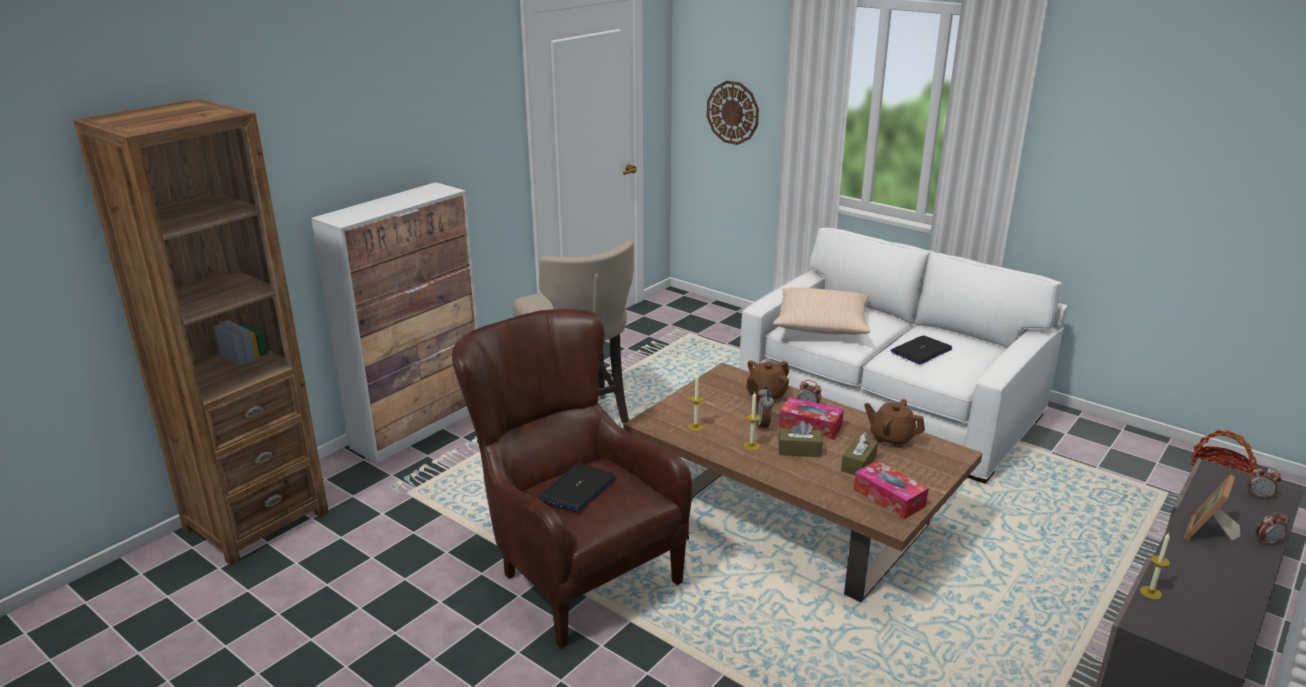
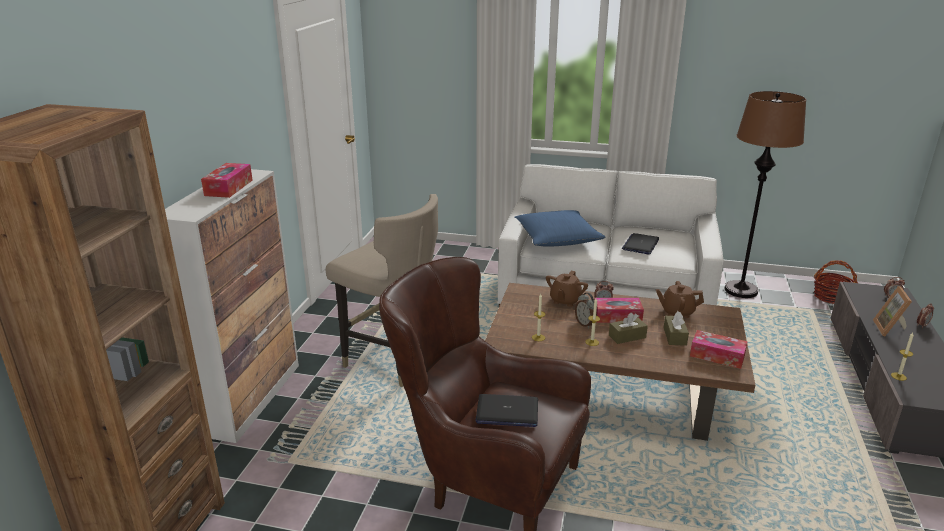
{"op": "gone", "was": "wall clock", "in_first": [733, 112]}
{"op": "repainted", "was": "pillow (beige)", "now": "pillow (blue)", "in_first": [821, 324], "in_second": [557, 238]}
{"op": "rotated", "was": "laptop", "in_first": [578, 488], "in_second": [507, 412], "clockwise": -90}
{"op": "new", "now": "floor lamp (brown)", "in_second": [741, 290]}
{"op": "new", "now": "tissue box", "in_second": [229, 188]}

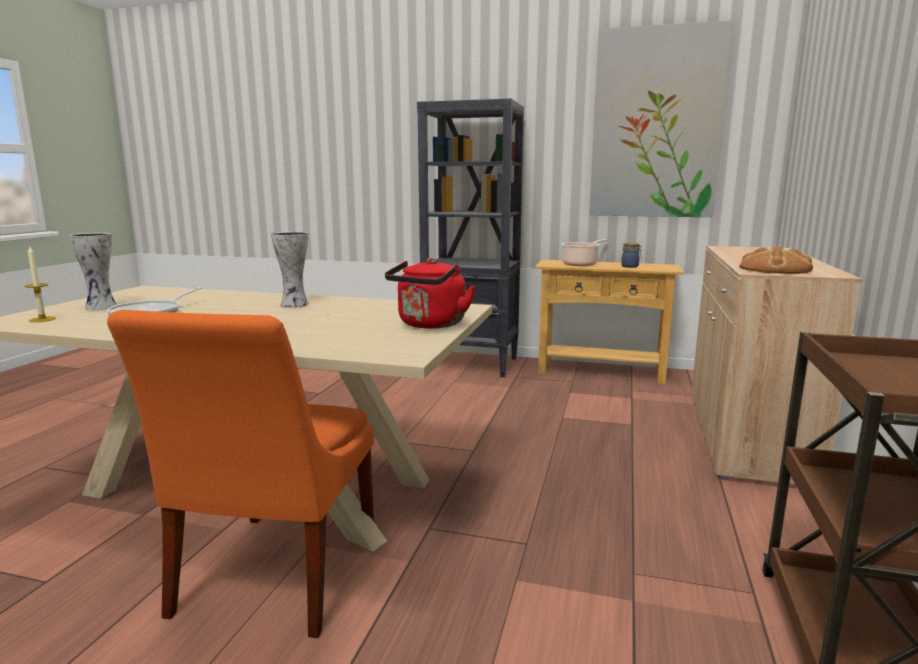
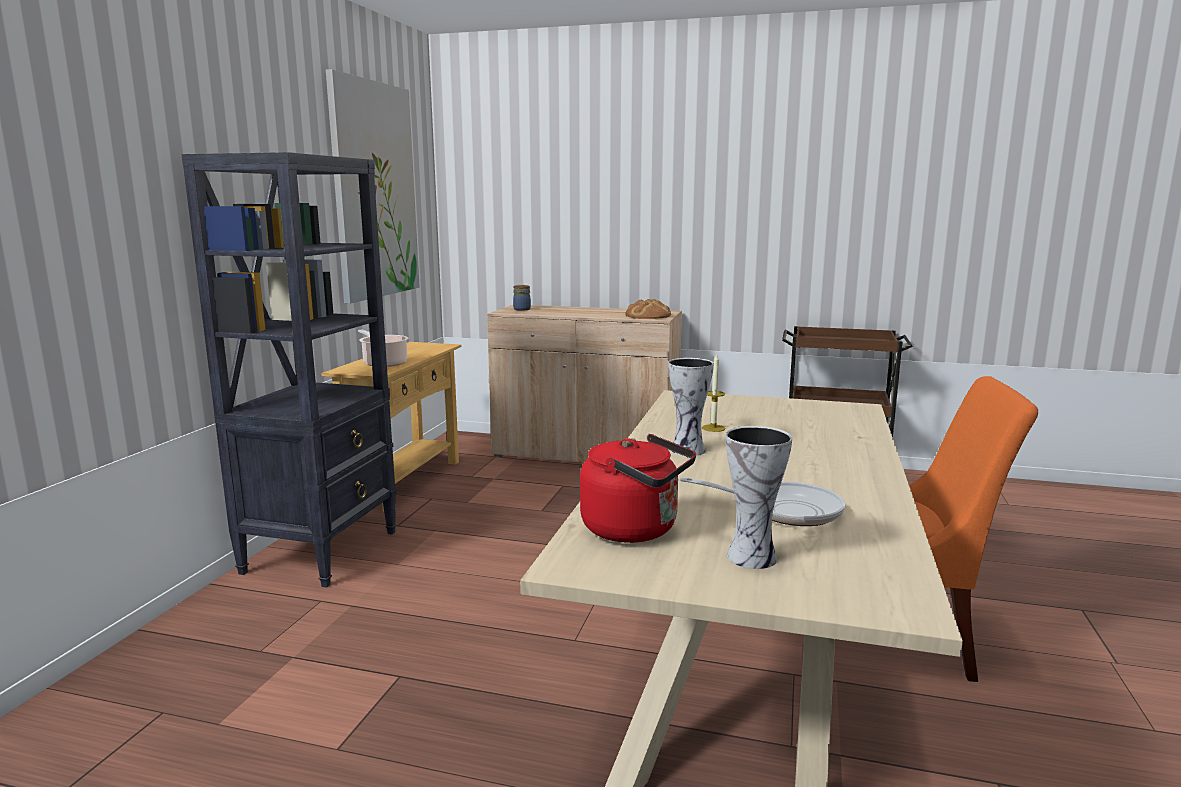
{"op": "shifted", "was": "jar", "in_first": [630, 266], "in_second": [522, 309]}
{"op": "shifted", "was": "candle", "in_first": [42, 319], "in_second": [713, 428]}
{"op": "shifted", "was": "kettle (red)", "in_first": [430, 325], "in_second": [635, 530]}

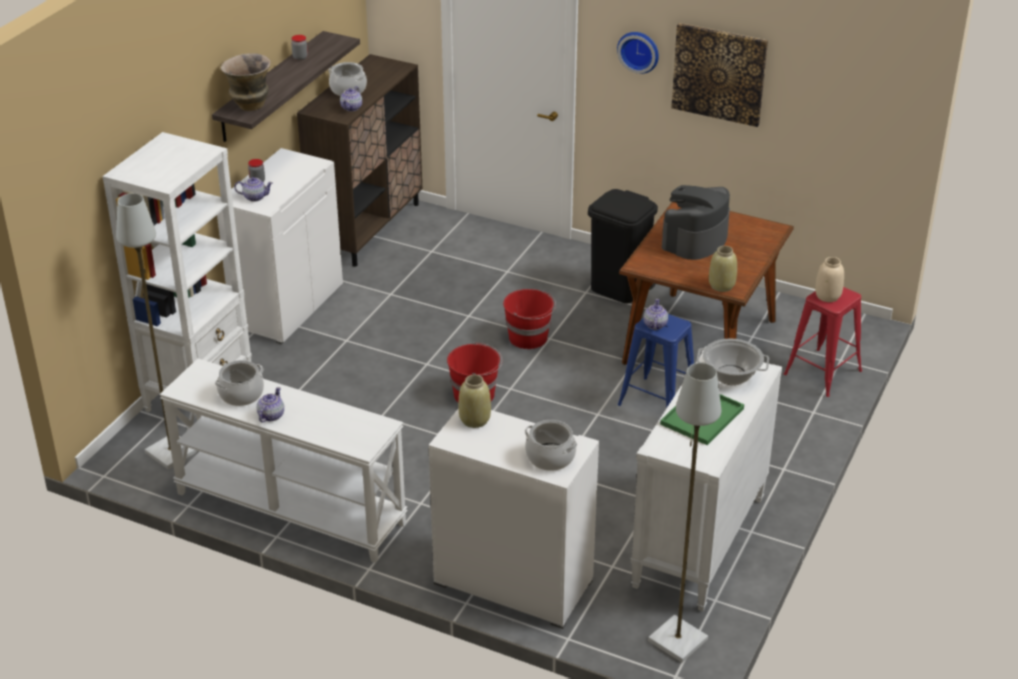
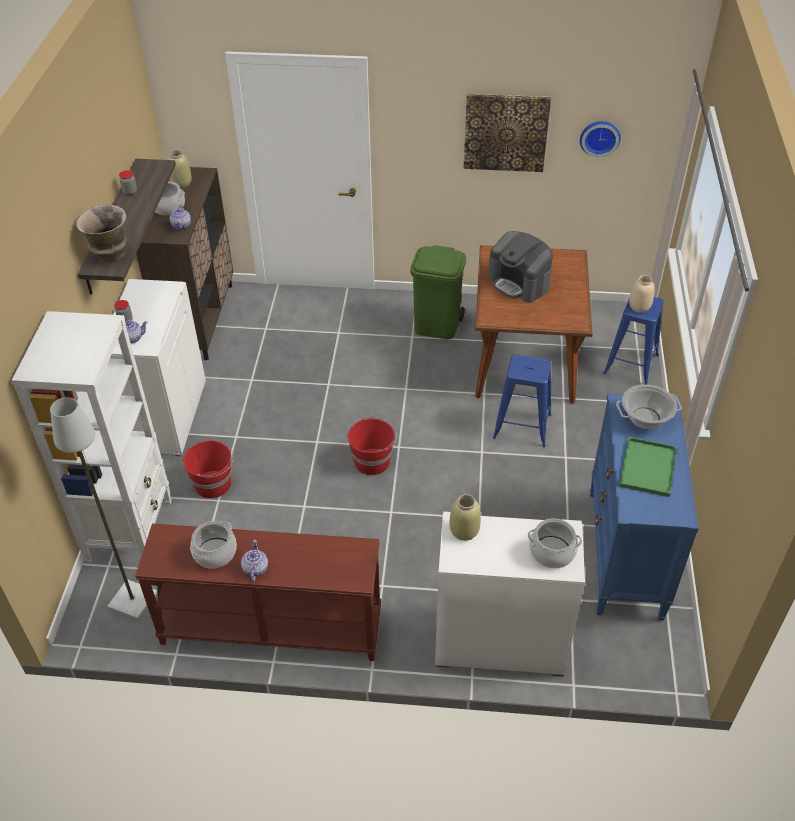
{"op": "shifted", "was": "wall clock", "in_first": [639, 51], "in_second": [599, 137]}
{"op": "rotated", "was": "coffee machine", "in_first": [694, 240], "in_second": [519, 283], "clockwise": -60}
{"op": "repainted", "was": "trash can (black)", "now": "trash can (green)", "in_first": [620, 288], "in_second": [437, 326]}
{"op": "shifted", "was": "vase (beige)", "in_first": [722, 286], "in_second": [181, 183]}
{"op": "repainted", "was": "stool (red)", "now": "stool (blue)", "in_first": [822, 372], "in_second": [631, 364]}
{"op": "shifted", "was": "bucket (red)", "in_first": [529, 338], "in_second": [213, 484]}
{"op": "gone", "was": "teapot", "in_first": [654, 325]}
{"op": "repainted", "was": "dresser (white)", "now": "dresser (blue)", "in_first": [699, 543], "in_second": [625, 554]}
{"op": "repainted", "was": "console table (white)", "now": "console table (brown)", "in_first": [289, 509], "in_second": [270, 628]}
{"op": "gone", "was": "floor lamp (grey)", "in_first": [676, 640]}

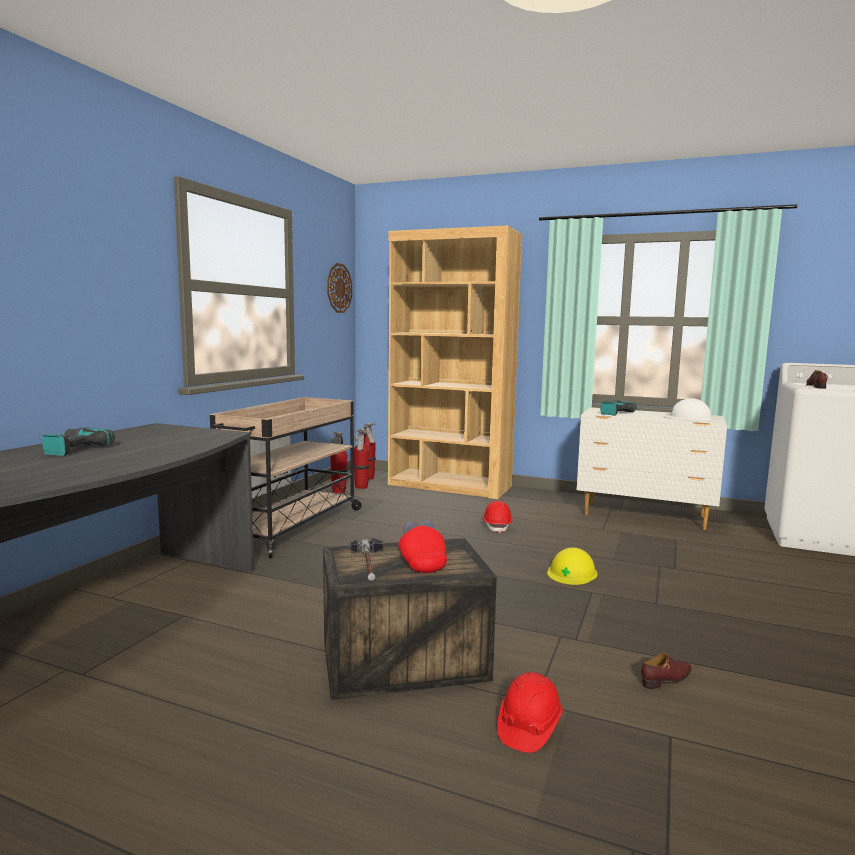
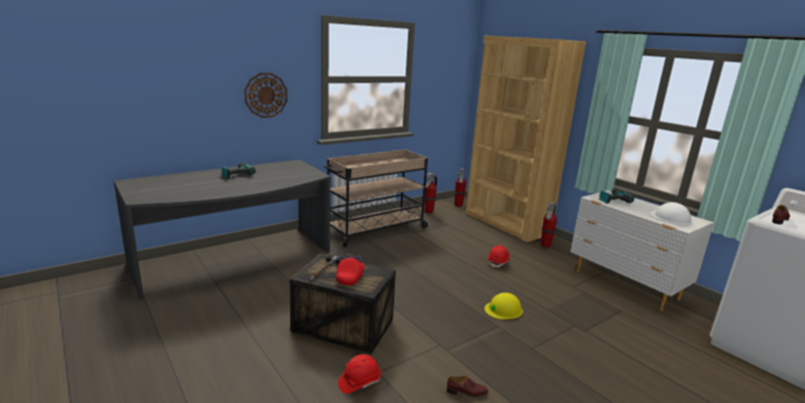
{"op": "shifted", "was": "wall clock", "in_first": [339, 288], "in_second": [266, 95]}
{"op": "shifted", "was": "fire extinguisher", "in_first": [361, 487], "in_second": [545, 245]}

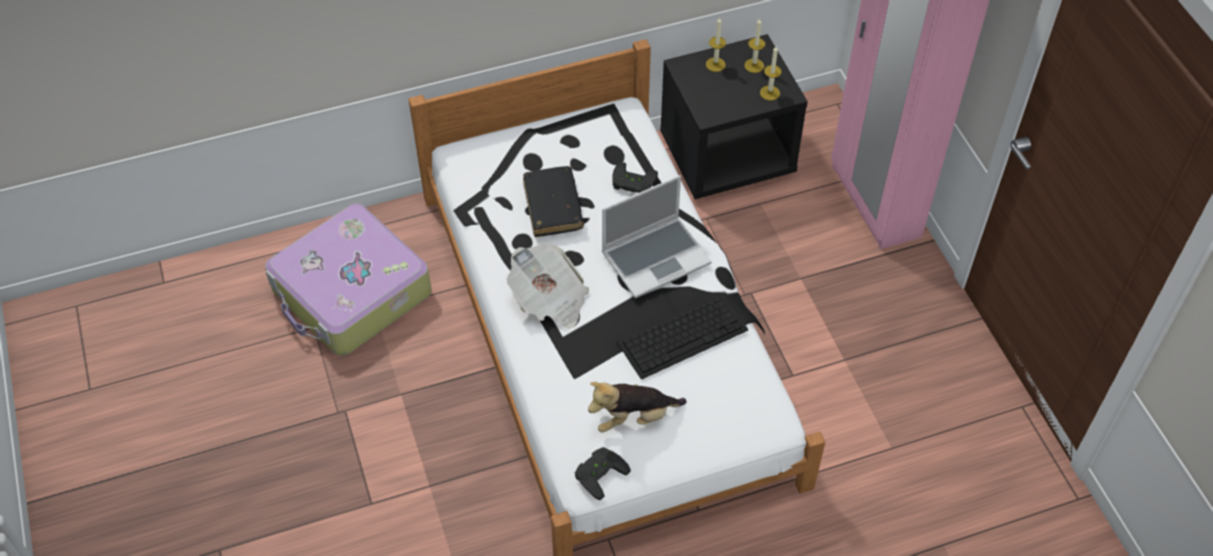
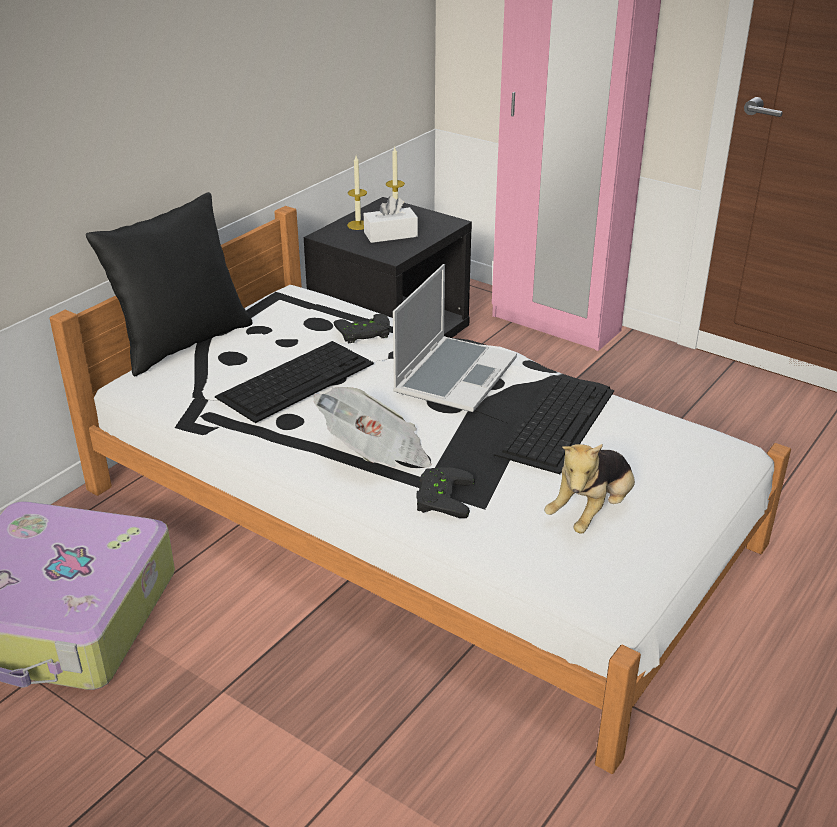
{"op": "gone", "was": "candle", "in_first": [769, 93]}
{"op": "swapped", "was": "book (black)", "now": "keyboard", "in_first": [553, 207], "in_second": [297, 379]}
{"op": "shifted", "was": "game controller (black)", "in_first": [598, 472], "in_second": [440, 496]}
{"op": "new", "now": "pillow (black)", "in_second": [182, 343]}
{"op": "new", "now": "tissue box (white)", "in_second": [390, 234]}

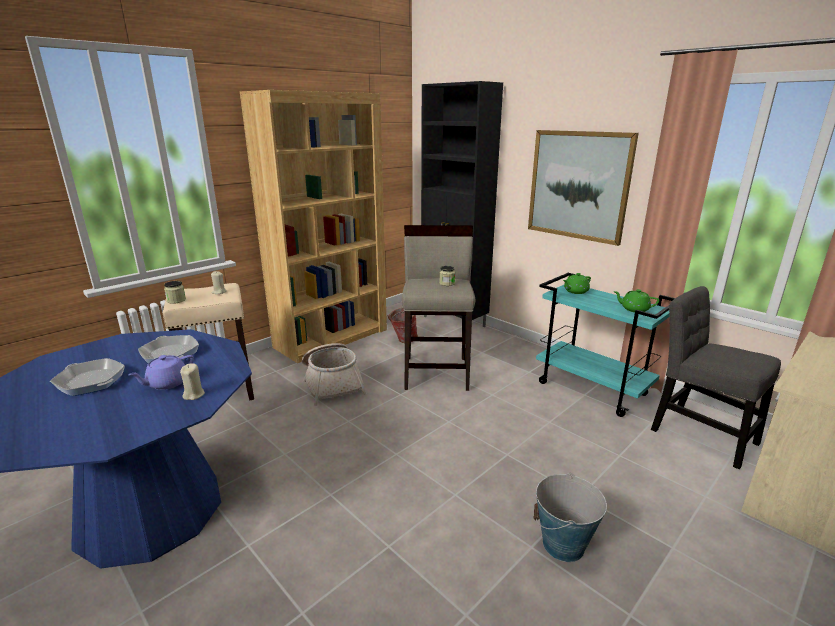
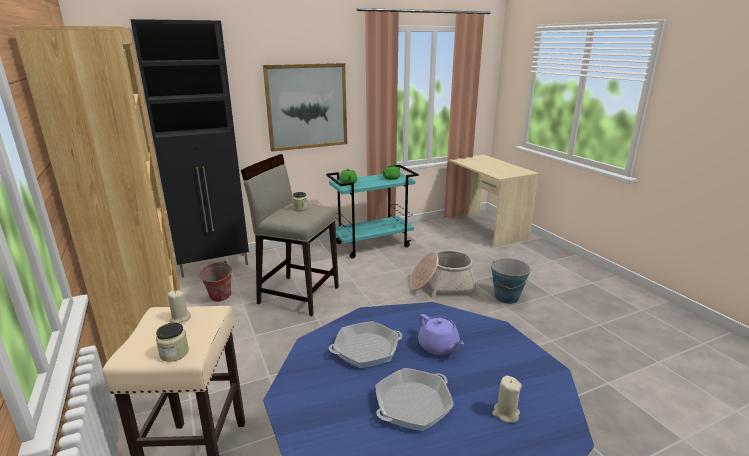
{"op": "gone", "was": "chair (grey)", "in_first": [698, 433]}
{"op": "shifted", "was": "basket", "in_first": [332, 383], "in_second": [442, 285]}
{"op": "shifted", "was": "candle (beige)", "in_first": [194, 395], "in_second": [505, 413]}

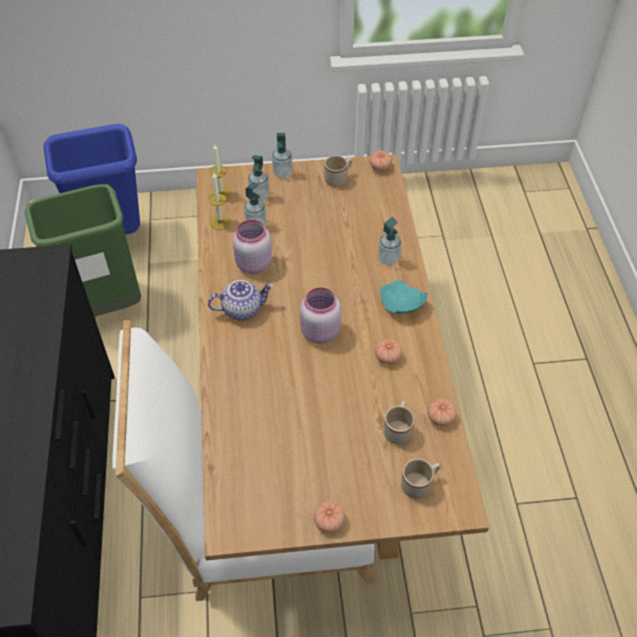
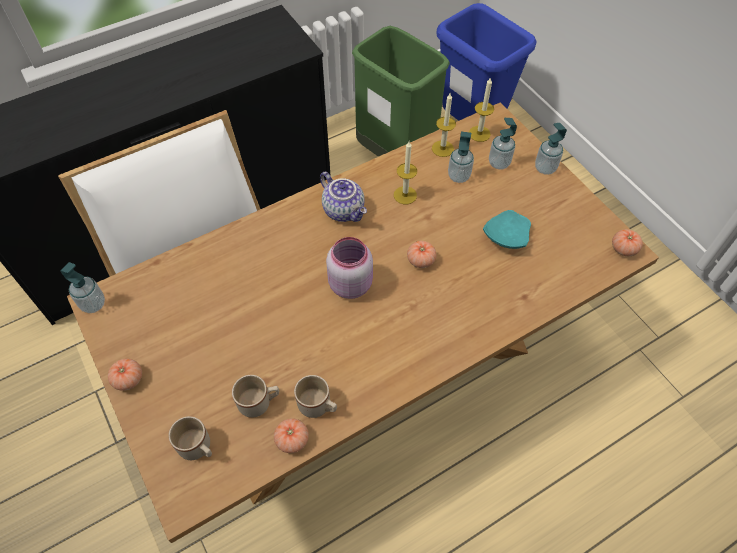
{"op": "shifted", "was": "mug (beige)", "in_first": [338, 179], "in_second": [318, 406]}
{"op": "shifted", "was": "soap dispenser", "in_first": [388, 259], "in_second": [93, 304]}
{"op": "swapped", "was": "jar (pink)", "now": "candle", "in_first": [252, 264], "in_second": [405, 195]}
{"op": "shifted", "was": "plate (turquoise)", "in_first": [401, 305], "in_second": [505, 237]}
{"op": "shifted", "was": "tomato", "in_first": [387, 357], "in_second": [421, 260]}

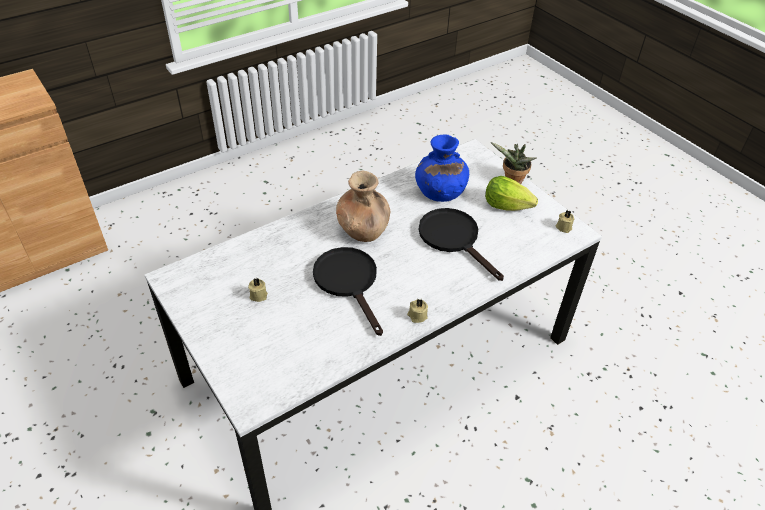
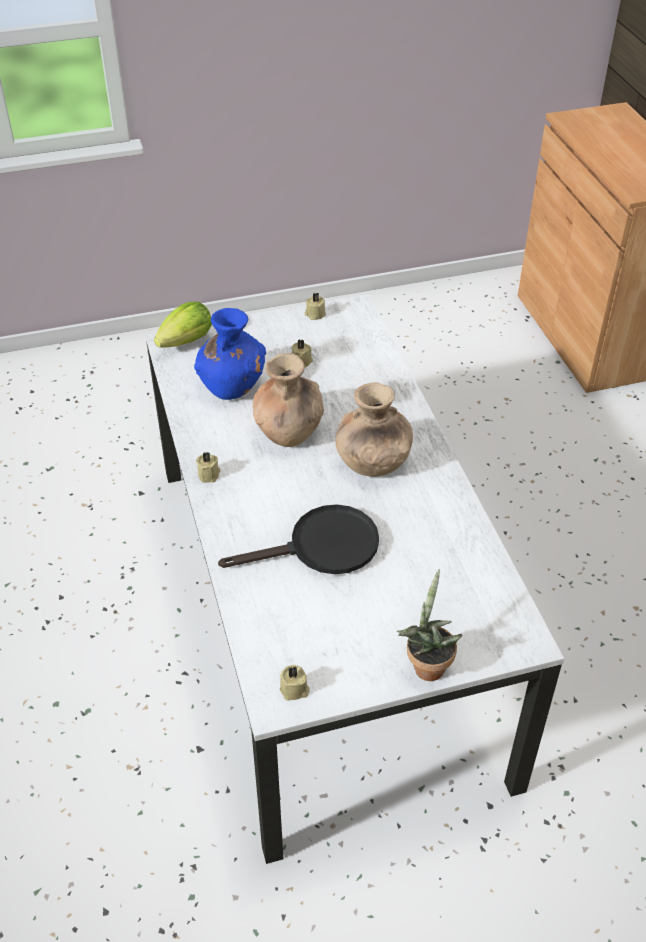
{"op": "shifted", "was": "vase (blue)", "in_first": [440, 193], "in_second": [232, 385]}
{"op": "shifted", "was": "lettuce", "in_first": [506, 205], "in_second": [187, 341]}
{"op": "swapped", "was": "frying pan (black)", "now": "vase (brown)", "in_first": [349, 282], "in_second": [288, 431]}
{"op": "new", "now": "candle (beige)", "in_second": [314, 314]}

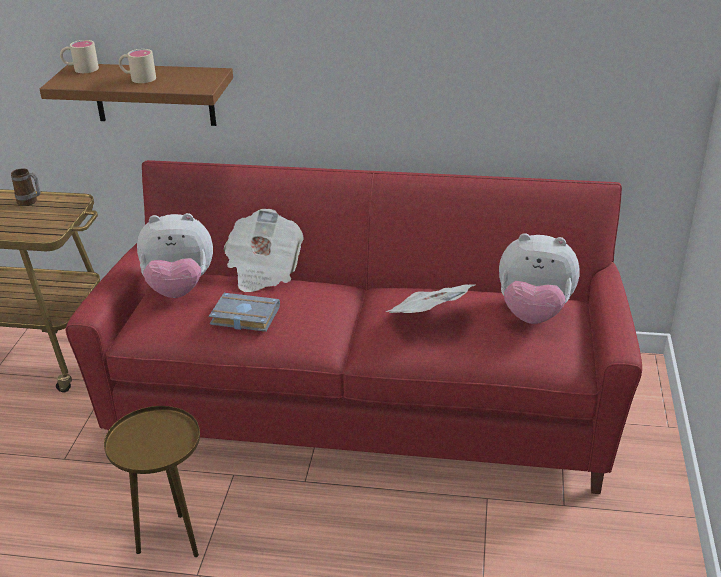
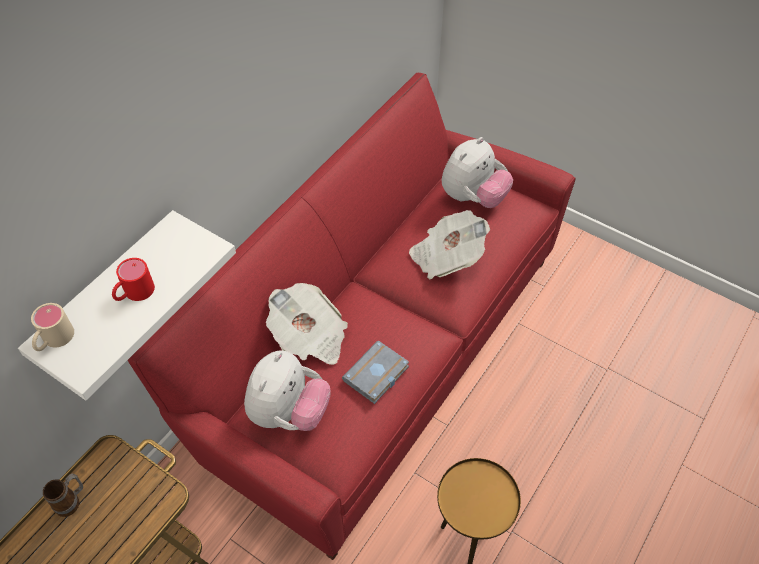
{"op": "repainted", "was": "mug (beige)", "now": "mug (red)", "in_first": [138, 78], "in_second": [134, 293]}
{"op": "repainted", "was": "shelf (brown)", "now": "shelf (white)", "in_first": [154, 94], "in_second": [110, 296]}

